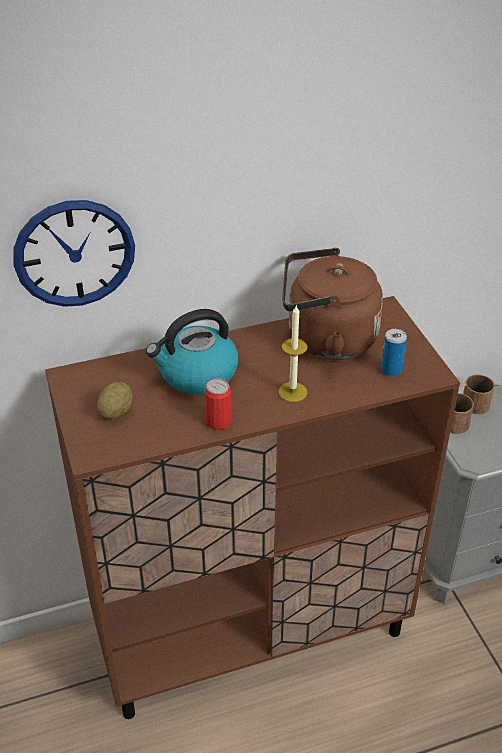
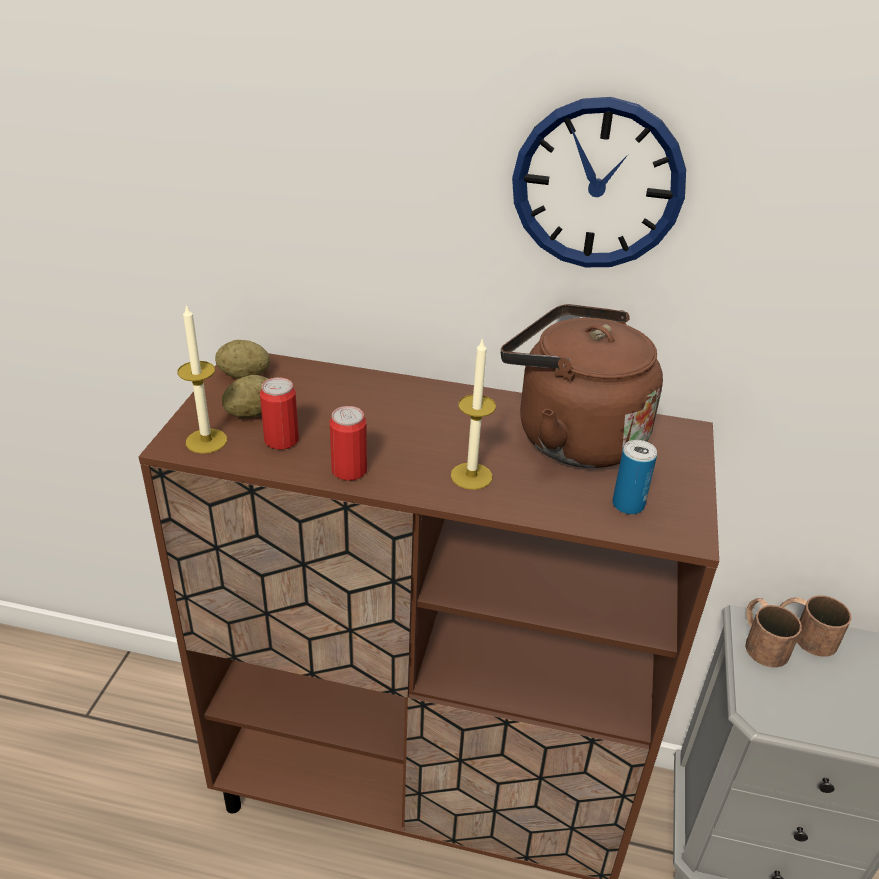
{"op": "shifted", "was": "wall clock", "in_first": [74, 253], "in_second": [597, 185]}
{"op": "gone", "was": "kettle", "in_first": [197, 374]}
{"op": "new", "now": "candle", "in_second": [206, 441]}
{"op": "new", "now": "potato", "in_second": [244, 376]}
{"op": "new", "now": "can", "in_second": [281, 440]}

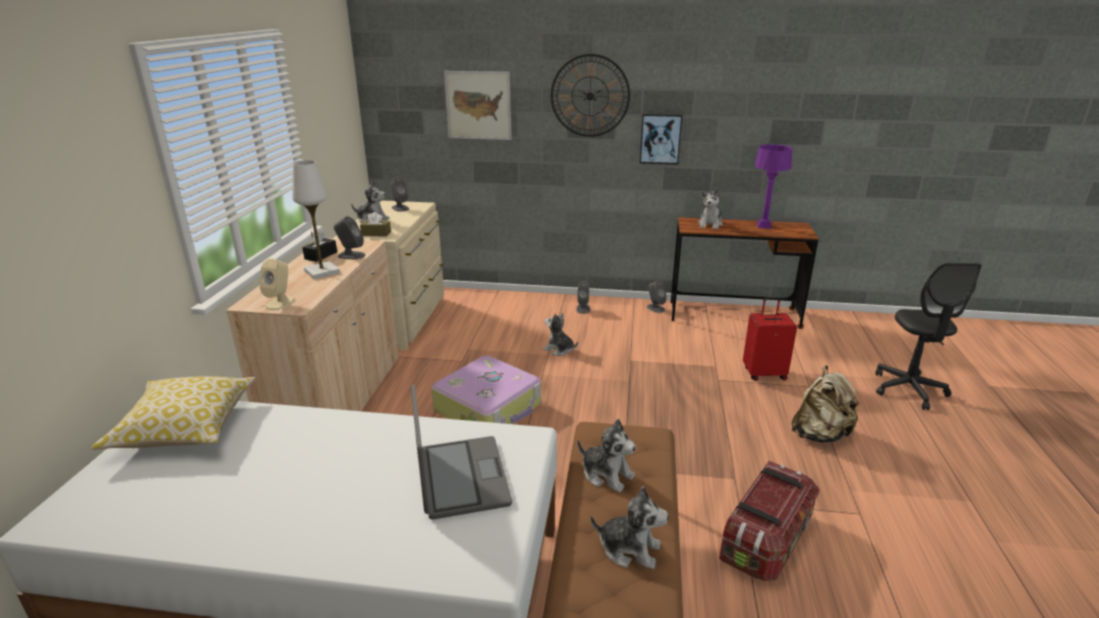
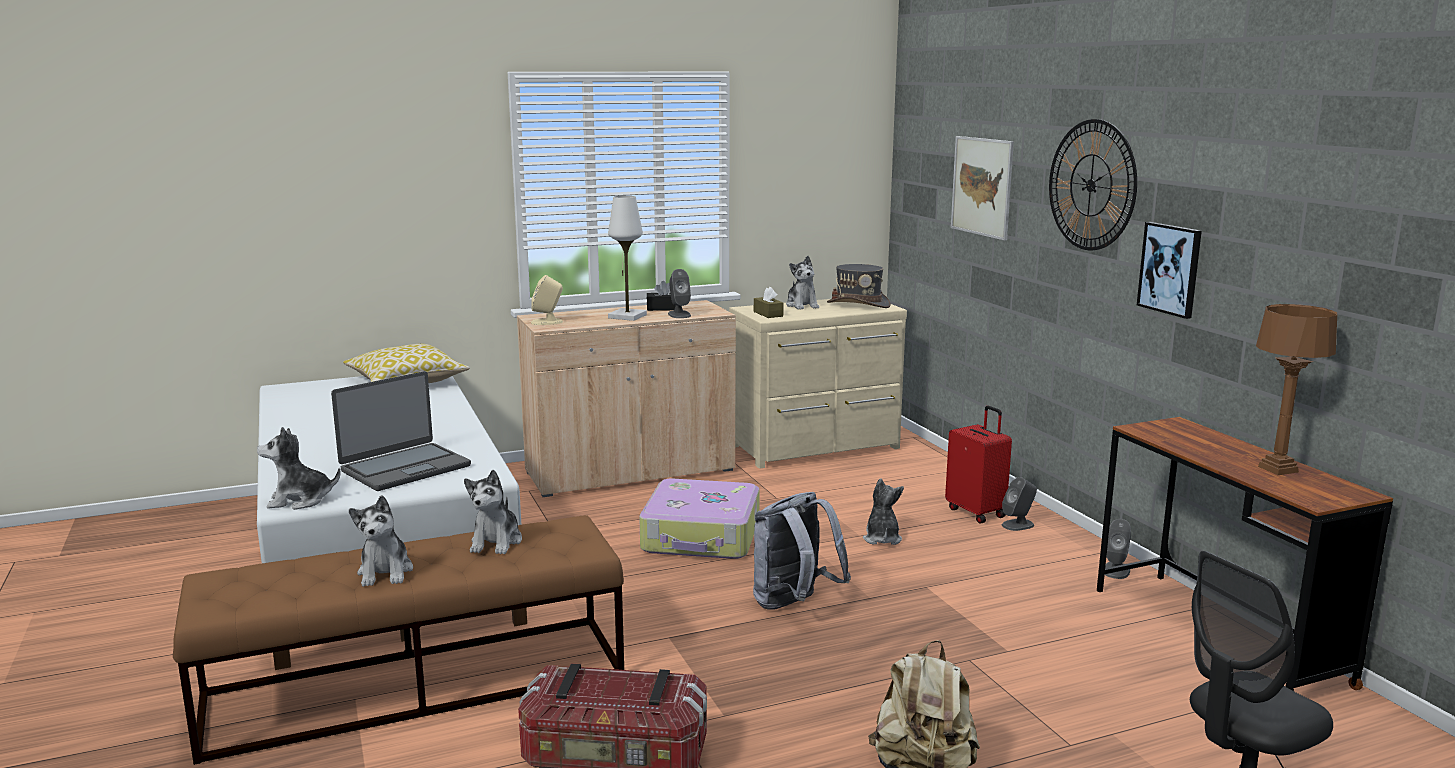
{"op": "repainted", "was": "table lamp (purple)", "now": "table lamp (brown)", "in_first": [763, 226], "in_second": [1277, 469]}
{"op": "swapped", "was": "speaker (grey)", "now": "hat (grey)", "in_first": [400, 208], "in_second": [858, 304]}
{"op": "shifted", "was": "plush toy", "in_first": [710, 224], "in_second": [299, 501]}
{"op": "shifted", "was": "suitcase (red)", "in_first": [764, 373], "in_second": [976, 512]}
{"op": "new", "now": "backpack (grey)", "in_second": [794, 605]}

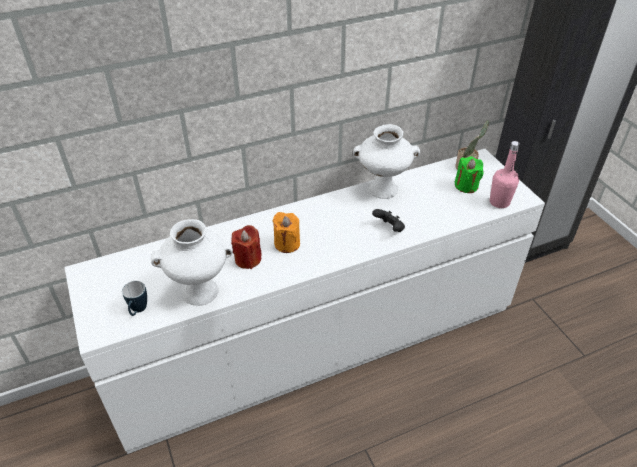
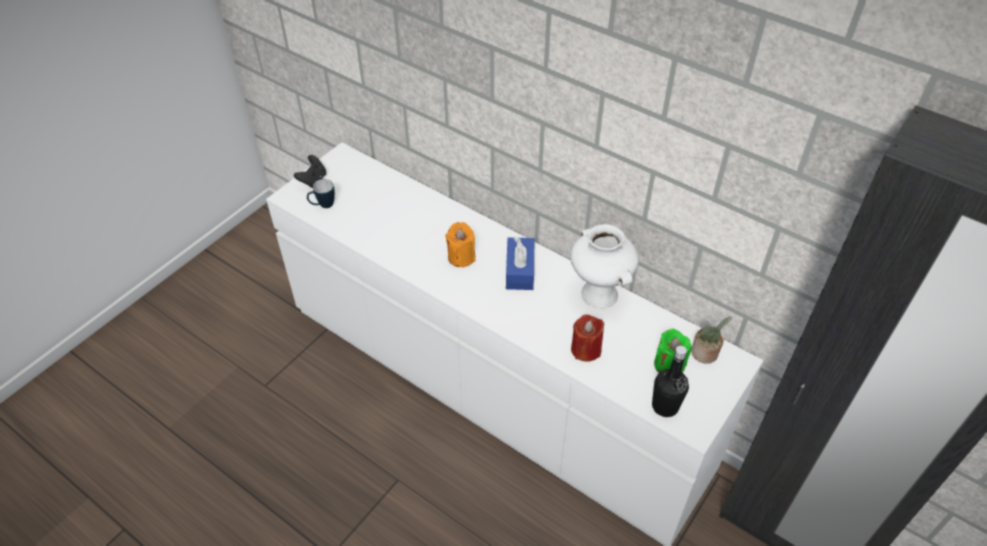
{"op": "repainted", "was": "bottle (pink)", "now": "bottle (black)", "in_first": [499, 202], "in_second": [665, 406]}
{"op": "shifted", "was": "game controller (black)", "in_first": [389, 229], "in_second": [313, 180]}
{"op": "gone", "was": "vase (white)", "in_first": [201, 291]}
{"op": "shifted", "was": "candle (red)", "in_first": [248, 259], "in_second": [586, 349]}
{"op": "new", "now": "tissue box (blue)", "in_second": [520, 270]}

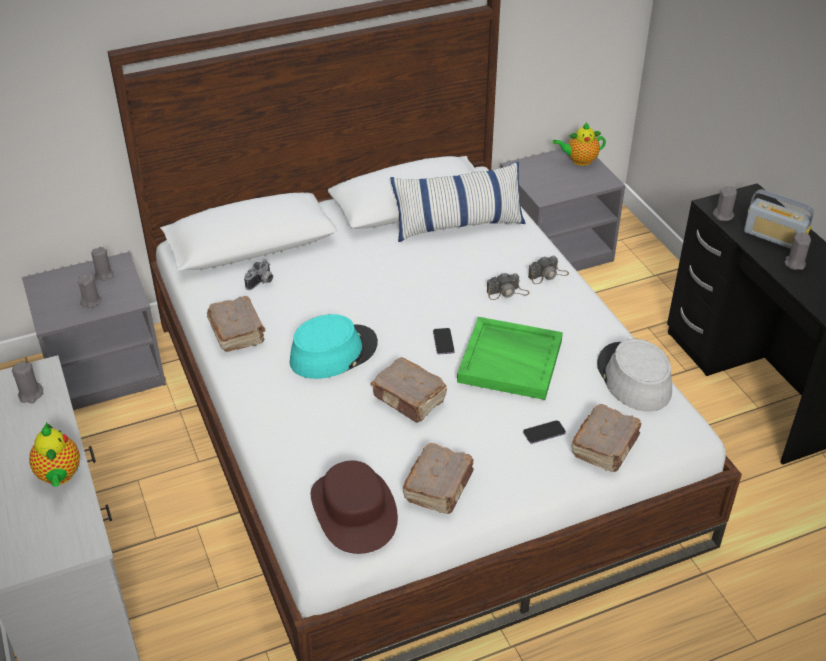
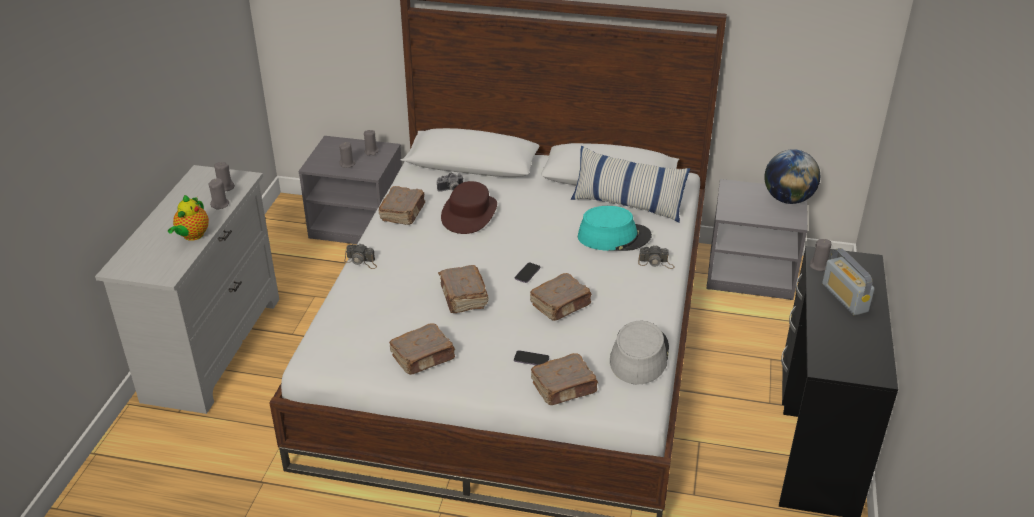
{"op": "swapped", "was": "teapot", "now": "globe", "in_first": [579, 161], "in_second": [787, 199]}
{"op": "shifted", "was": "candle (grey)", "in_first": [794, 263], "in_second": [220, 204]}
{"op": "shifted", "was": "photo camera", "in_first": [507, 292], "in_second": [361, 261]}
{"op": "shifted", "was": "hat (turquoise)", "in_first": [333, 352], "in_second": [614, 237]}
{"op": "swapped", "was": "tray (green)", "now": "book (brown)", "in_first": [511, 361], "in_second": [561, 305]}
{"op": "shifted", "was": "hat (brown)", "in_first": [354, 510], "in_second": [469, 214]}

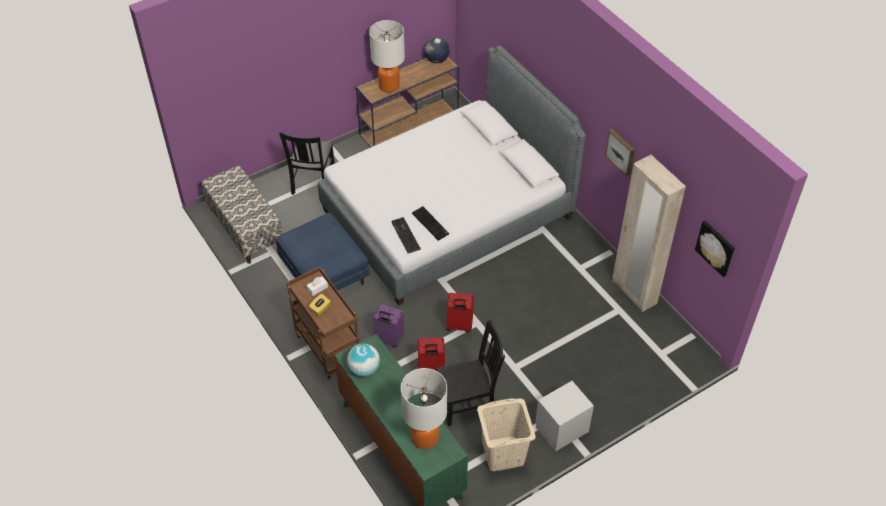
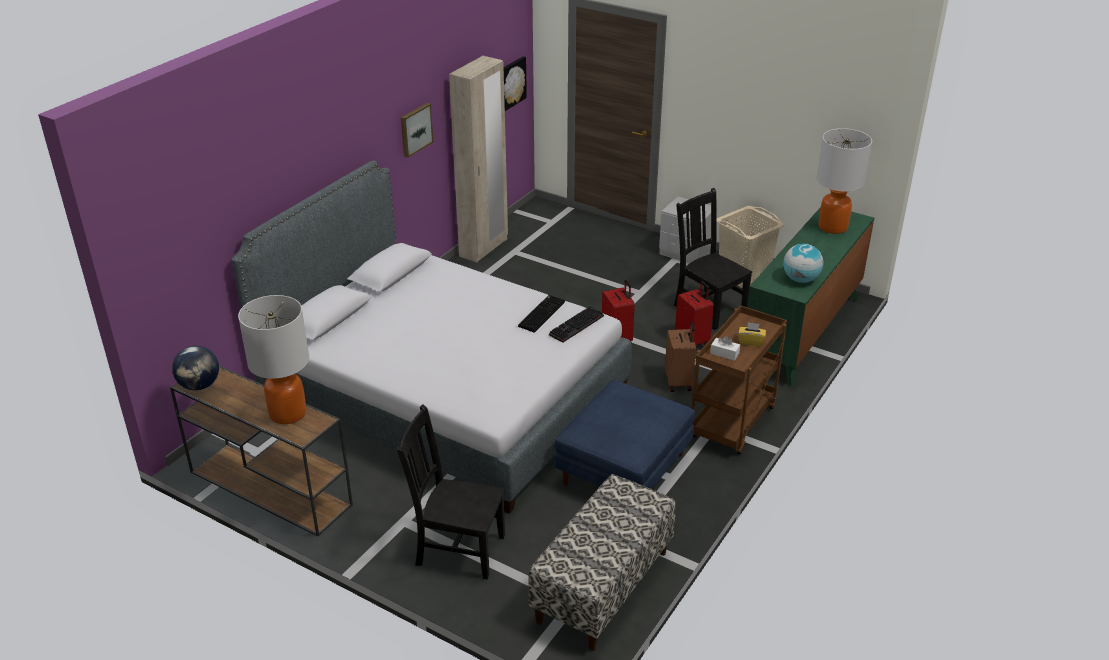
{"op": "rotated", "was": "chair (black)", "in_first": [313, 182], "in_second": [457, 549], "clockwise": -150}
{"op": "repainted", "was": "suitcase (purple)", "now": "suitcase (brown)", "in_first": [388, 339], "in_second": [679, 382]}

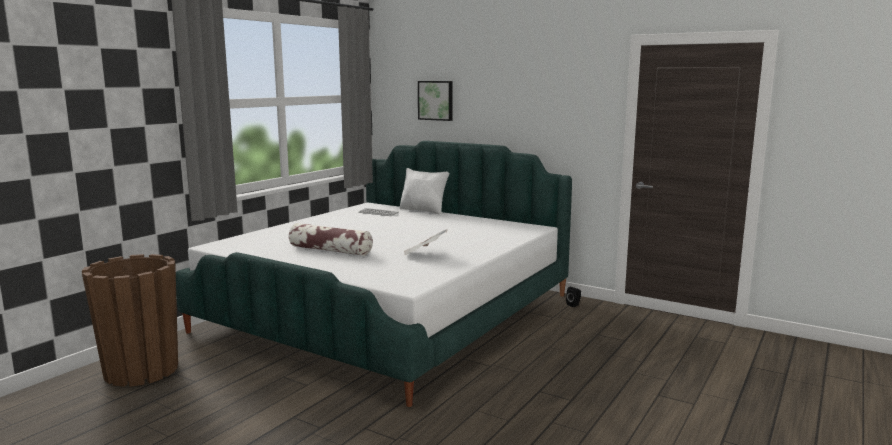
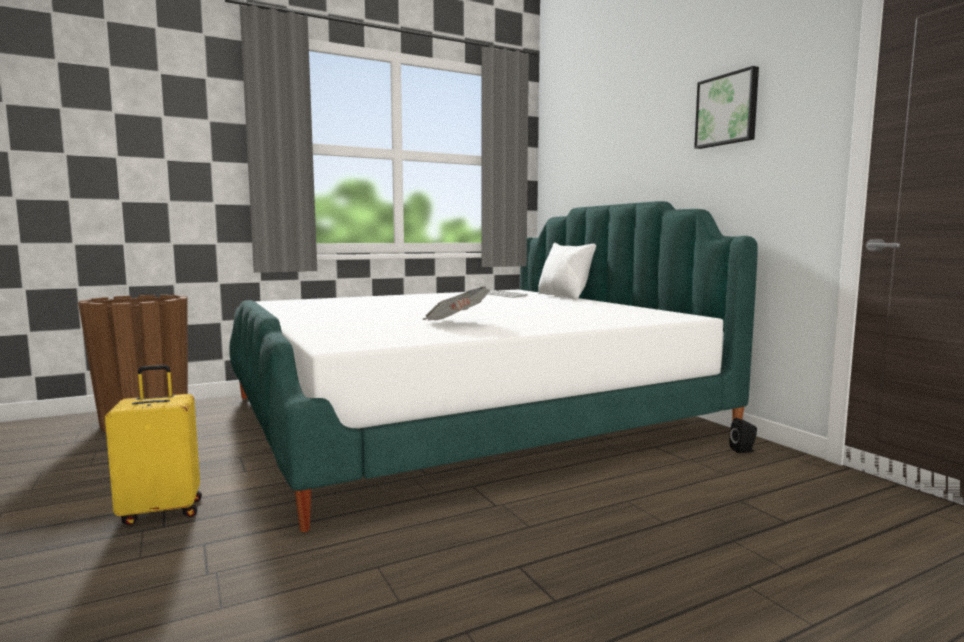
{"op": "shifted", "was": "picture", "in_first": [436, 100], "in_second": [727, 110]}
{"op": "gone", "was": "pillow", "in_first": [330, 250]}
{"op": "new", "now": "suitcase (yellow)", "in_second": [162, 511]}

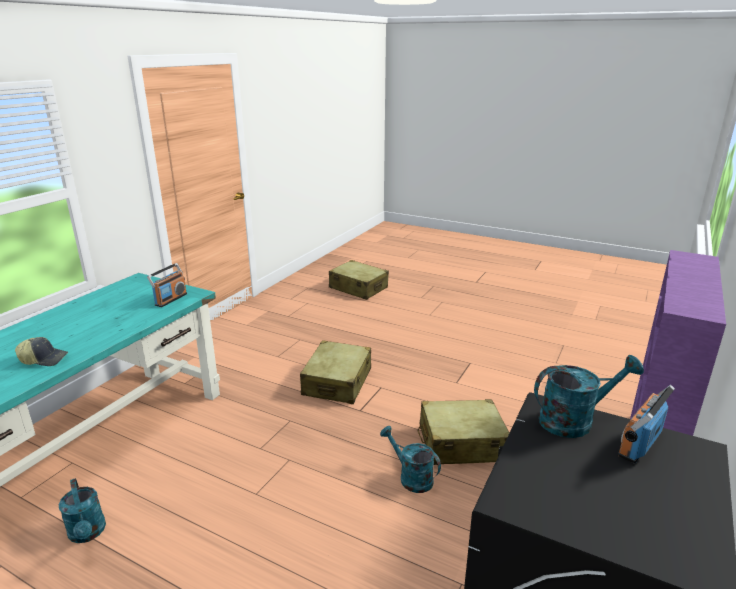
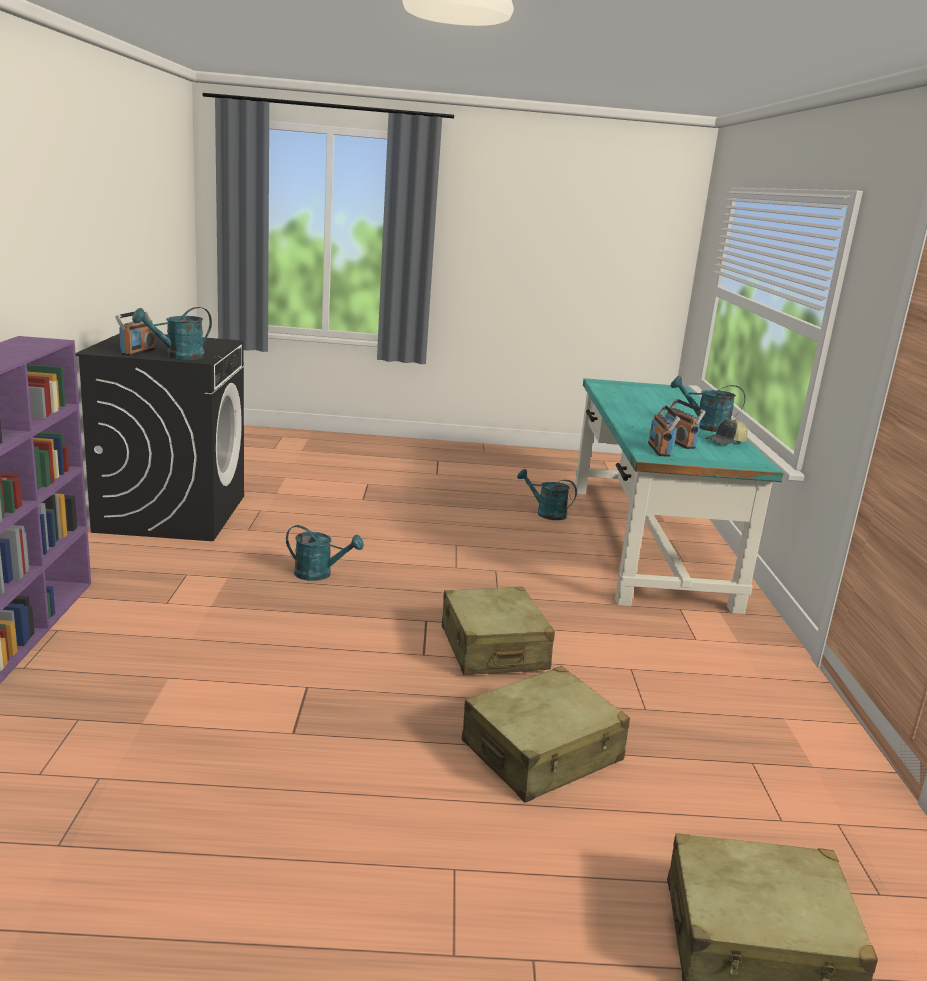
{"op": "shifted", "was": "cap", "in_first": [44, 359], "in_second": [726, 442]}
{"op": "shifted", "was": "suitcase (beige)", "in_first": [461, 443], "in_second": [542, 752]}
{"op": "new", "now": "watering can (turquoise)", "in_second": [705, 426]}
{"op": "new", "now": "radio", "in_second": [678, 442]}

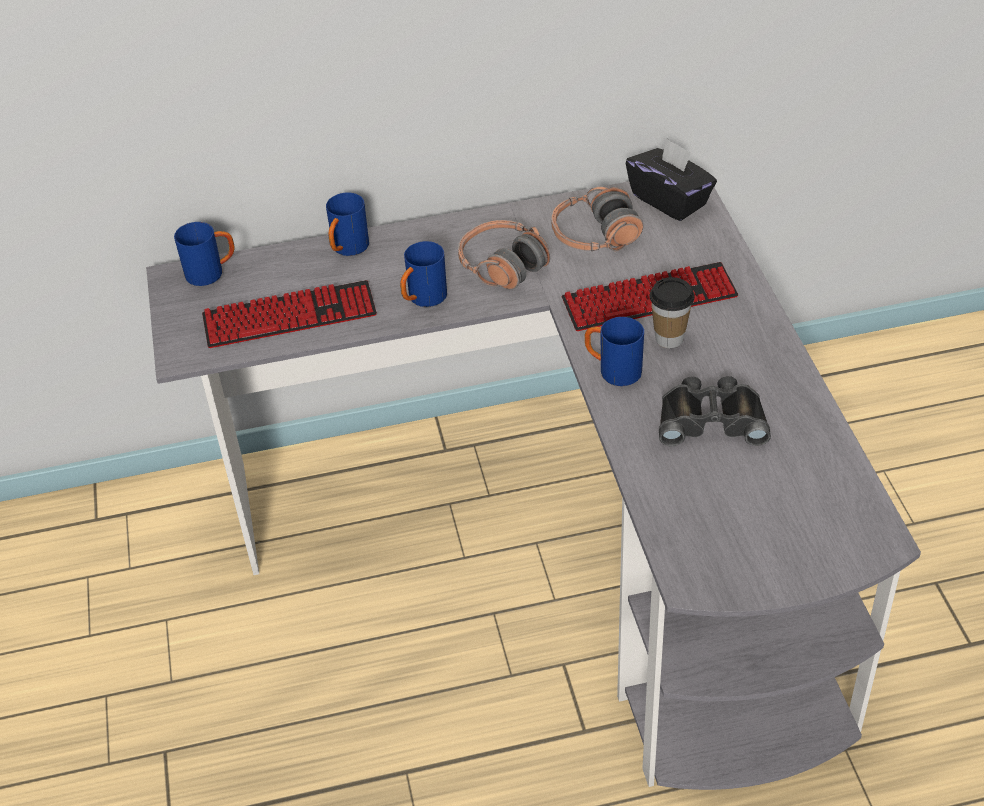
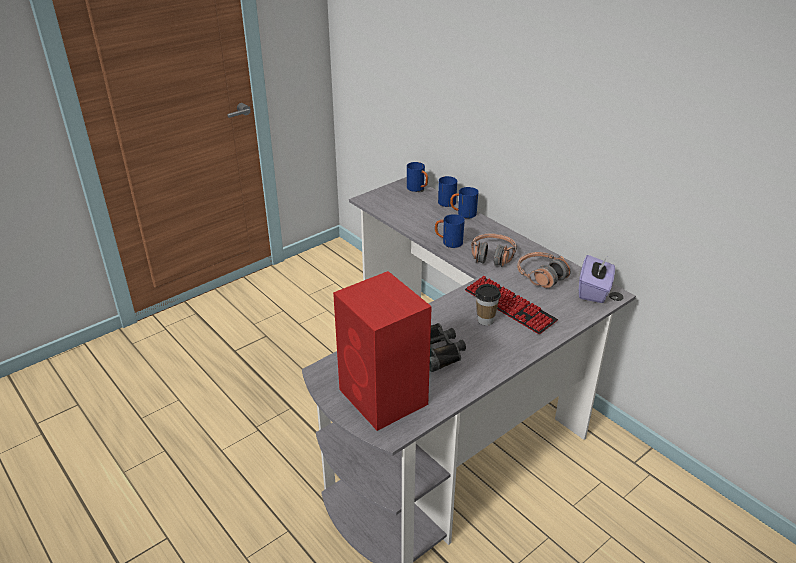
{"op": "repainted", "was": "tissue box (black)", "now": "tissue box (purple)", "in_first": [670, 200], "in_second": [594, 291]}
{"op": "gone", "was": "keyboard", "in_first": [290, 317]}
{"op": "shifted", "was": "mug (blue)", "in_first": [612, 370], "in_second": [446, 201]}
{"op": "new", "now": "speaker (red)", "in_second": [384, 398]}

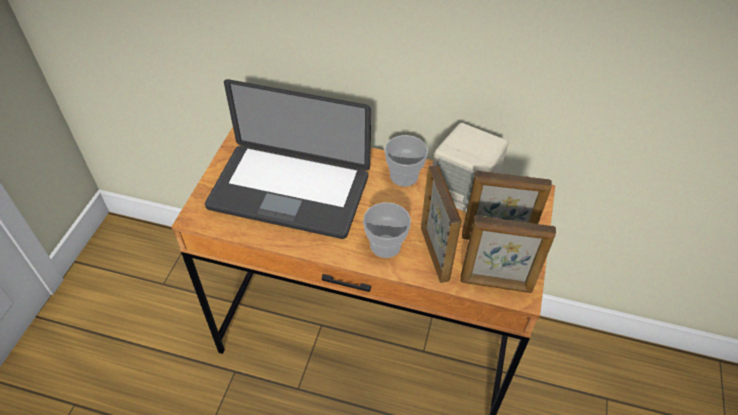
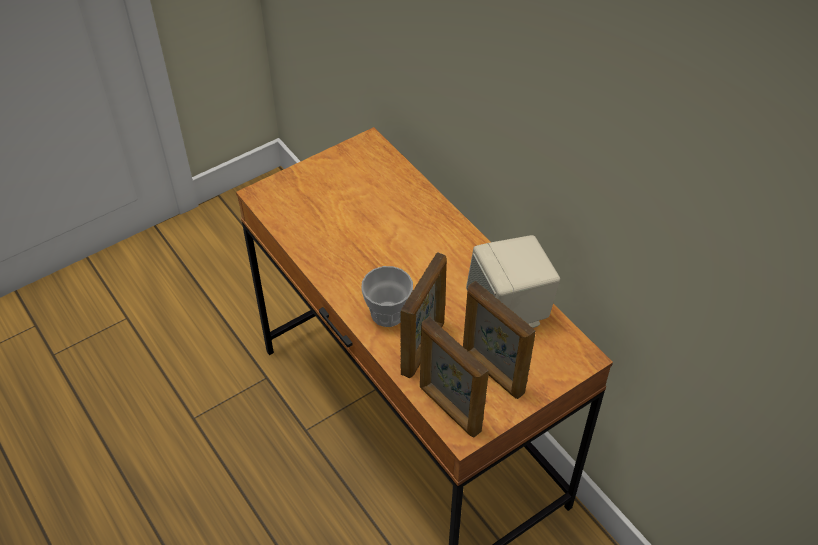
{"op": "gone", "was": "laptop", "in_first": [289, 192]}
{"op": "gone", "was": "cup", "in_first": [404, 176]}

